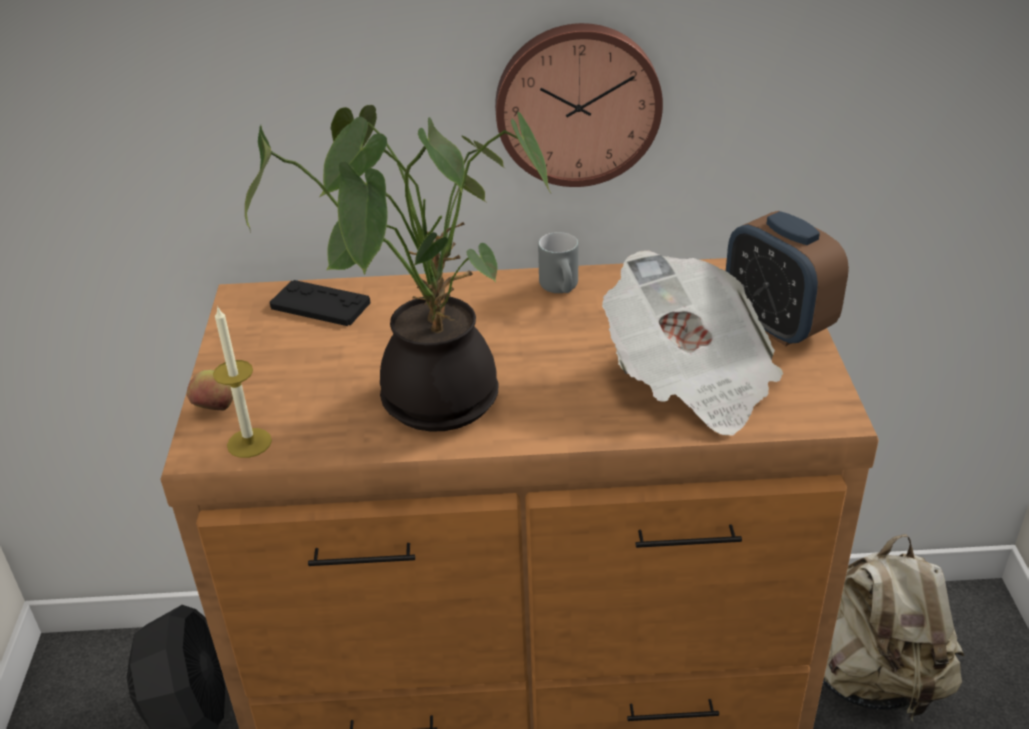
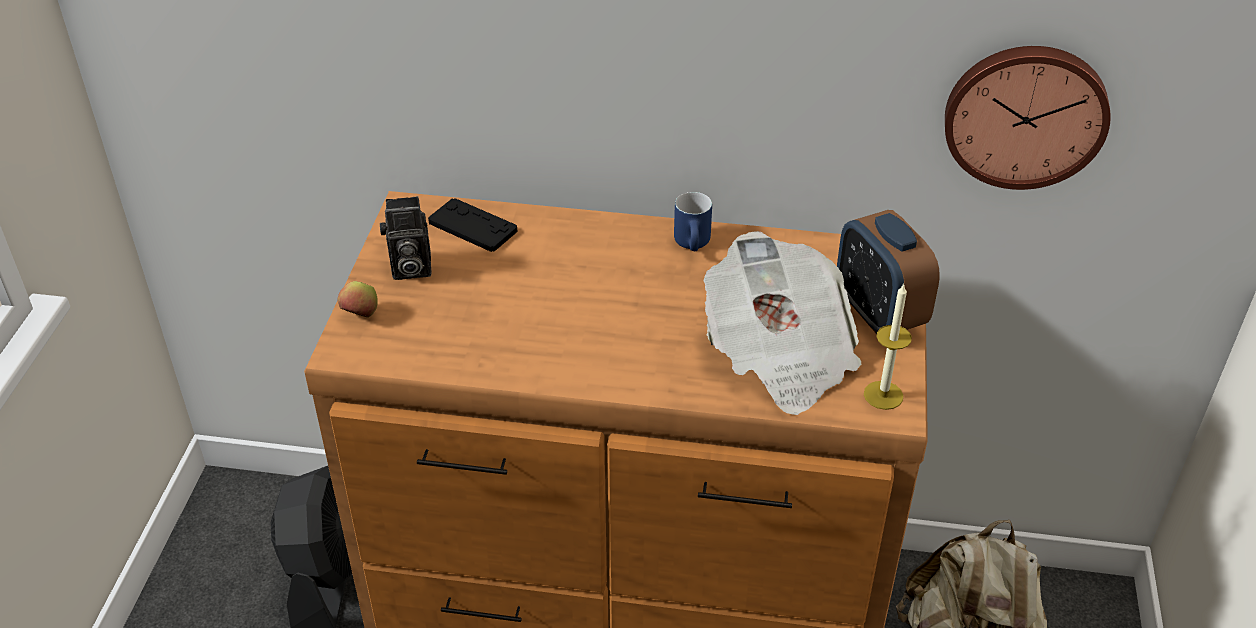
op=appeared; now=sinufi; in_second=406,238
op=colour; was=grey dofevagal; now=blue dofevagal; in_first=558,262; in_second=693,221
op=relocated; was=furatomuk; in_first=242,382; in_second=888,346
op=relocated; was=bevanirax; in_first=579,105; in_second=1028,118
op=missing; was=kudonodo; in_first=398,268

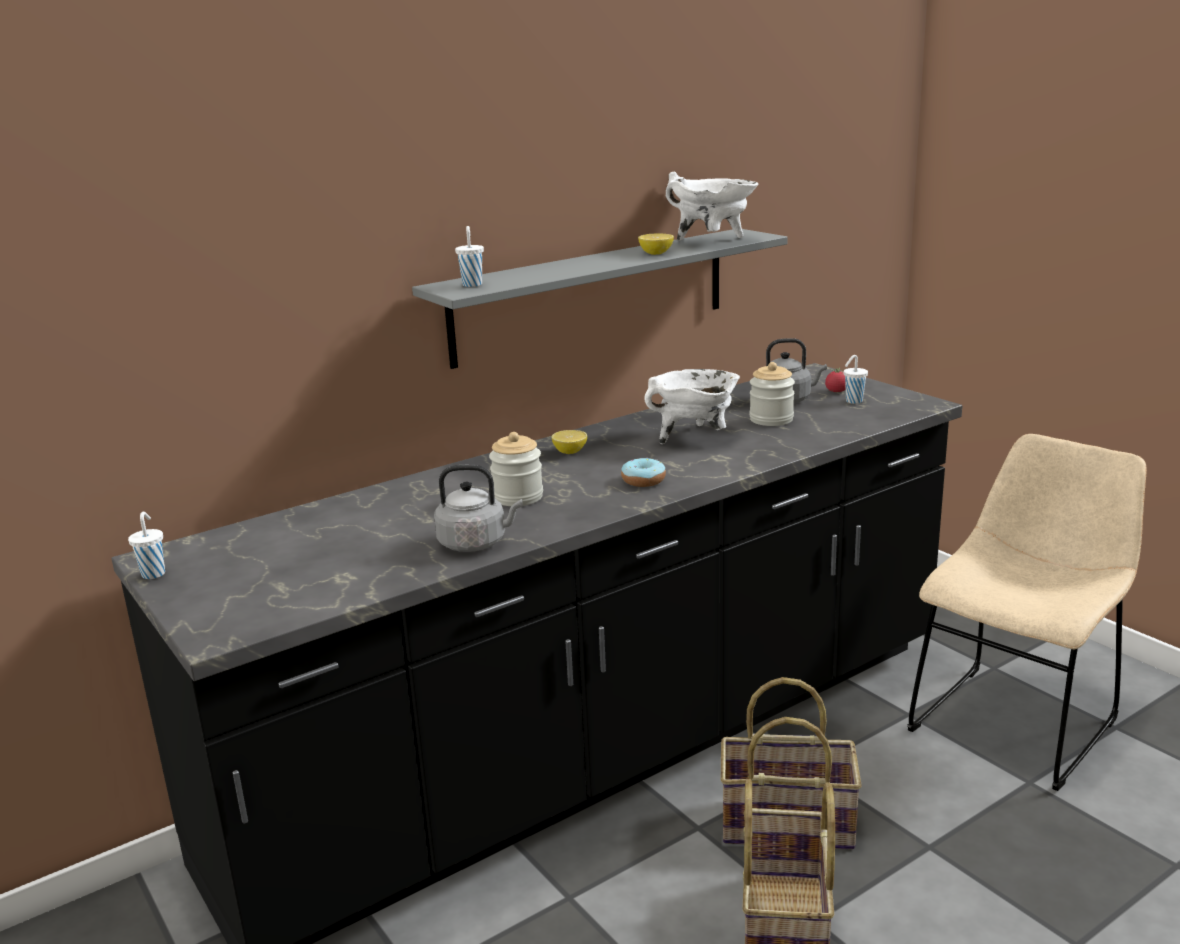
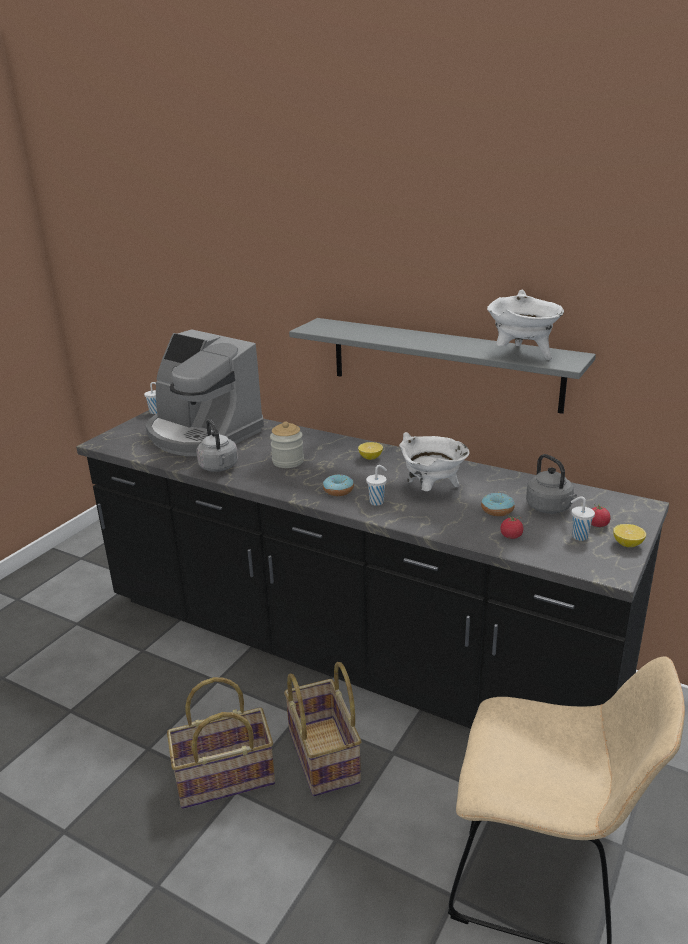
op=appeared; now=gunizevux; in_second=205,392
op=relocated; was=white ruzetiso; in_first=469,256; in_second=376,485
op=exchanged; was=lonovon; now=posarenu; in_first=772,394; in_second=498,504
op=appeared; now=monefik; in_second=511,527
op=relocated; was=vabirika; in_first=656,244; in_second=629,535

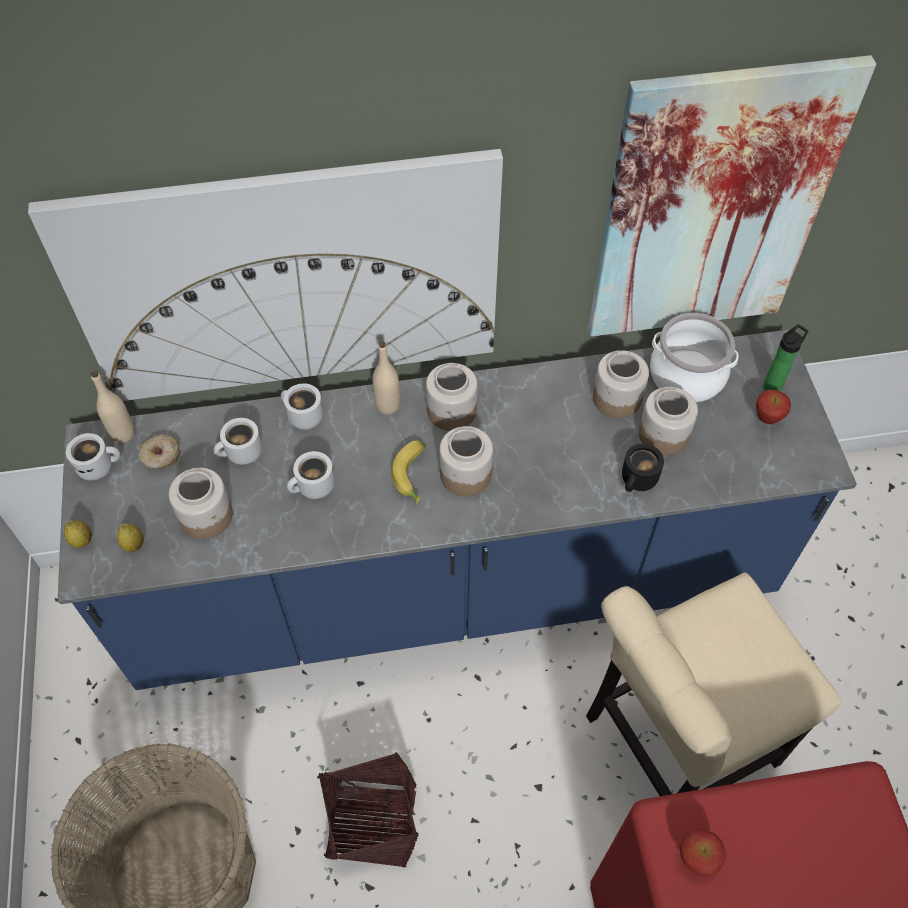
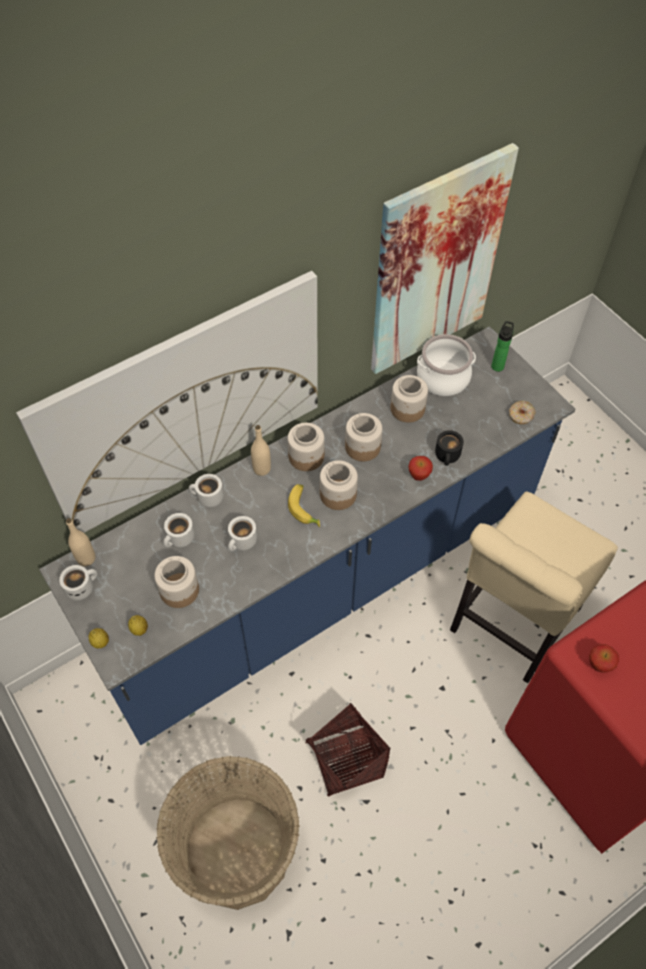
op=relocated; was=lonovon; in_first=668,421; in_second=364,437
op=relocated; was=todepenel; in_first=773,407; in_second=420,468
op=relocated; was=posarenu; in_first=159,452; in_second=522,412

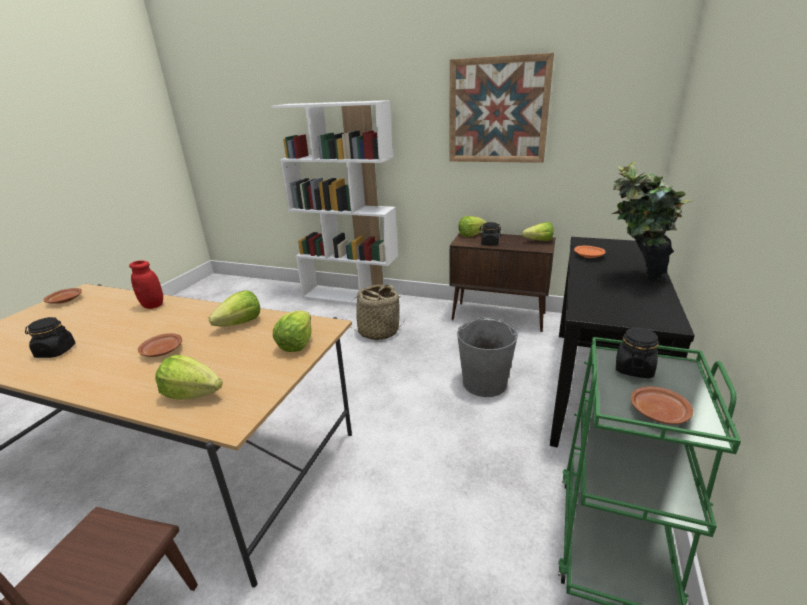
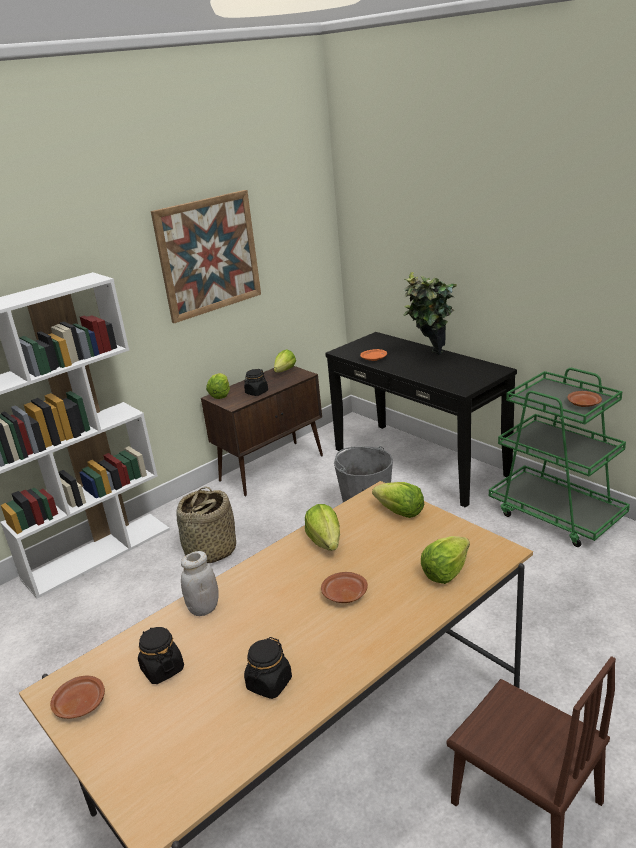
op=relocated; was=black lonovon; in_first=637,353; in_second=161,655
op=colour; was=red lonovon; now=white lonovon; in_first=146,284; in_second=200,583

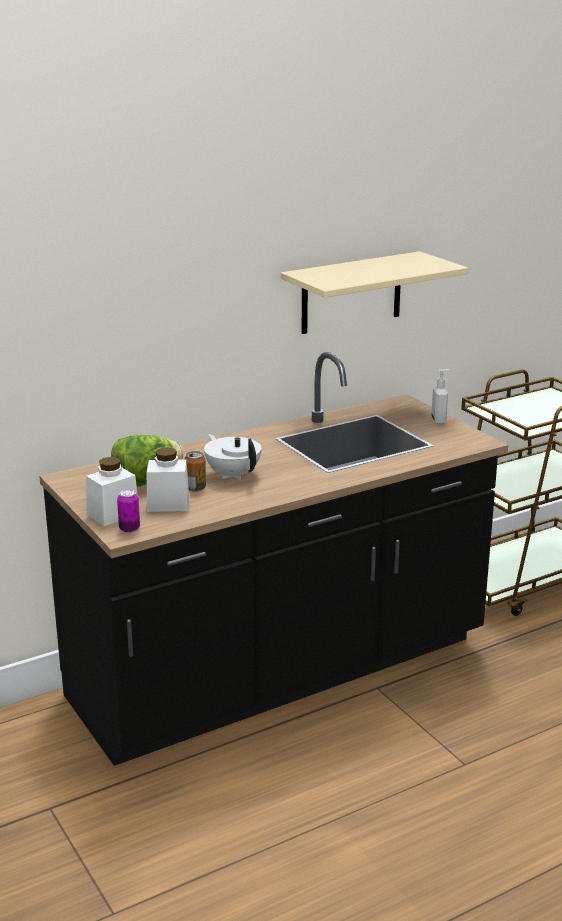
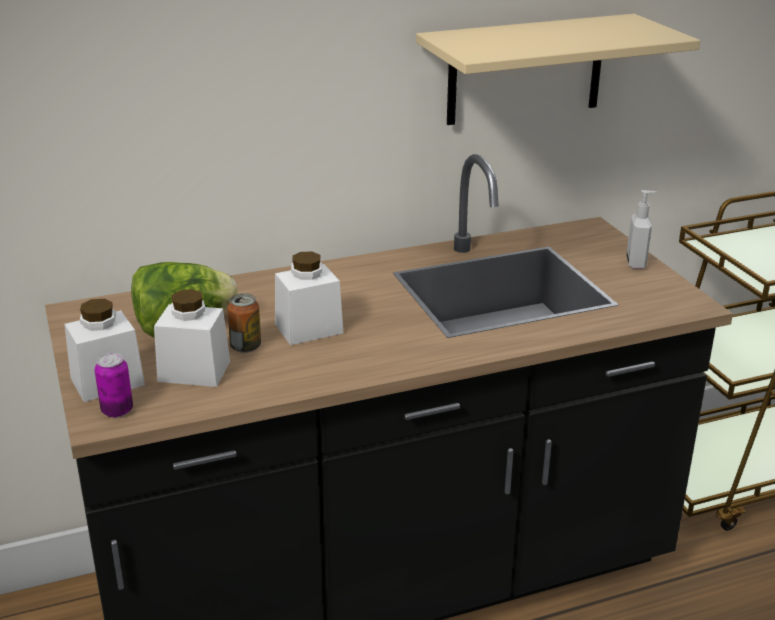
op=exchanged; was=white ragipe; now=white lonovon; in_first=233,457; in_second=309,298

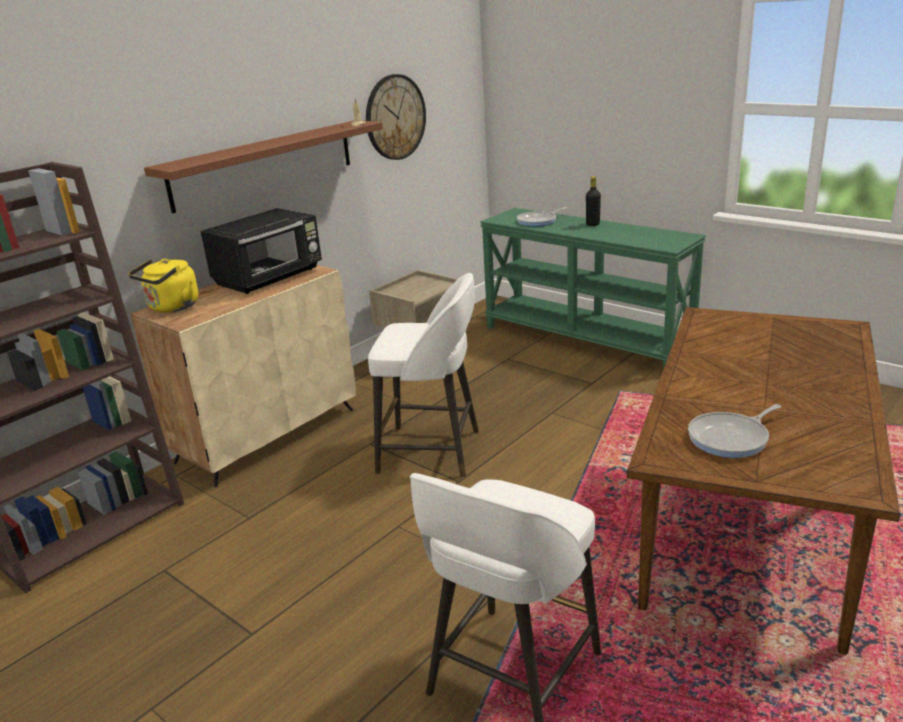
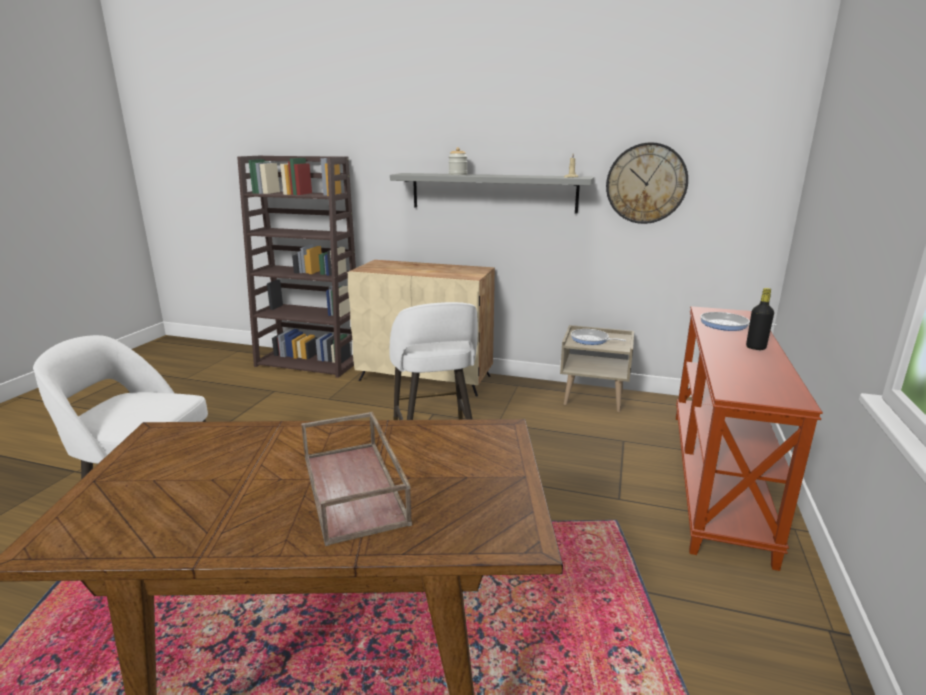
op=appeared; now=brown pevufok; in_second=356,479
op=colour; was=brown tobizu; now=grey tobizu; in_first=263,167; in_second=492,193
op=appeared; now=lonovon; in_second=458,161
op=relocated; was=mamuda; in_first=734,431; in_second=599,337
op=colour; was=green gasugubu; now=brown gasugubu; in_first=593,288; in_second=749,438
op=missing; was=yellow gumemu; in_first=163,286
op=missing; was=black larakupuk; in_first=261,251

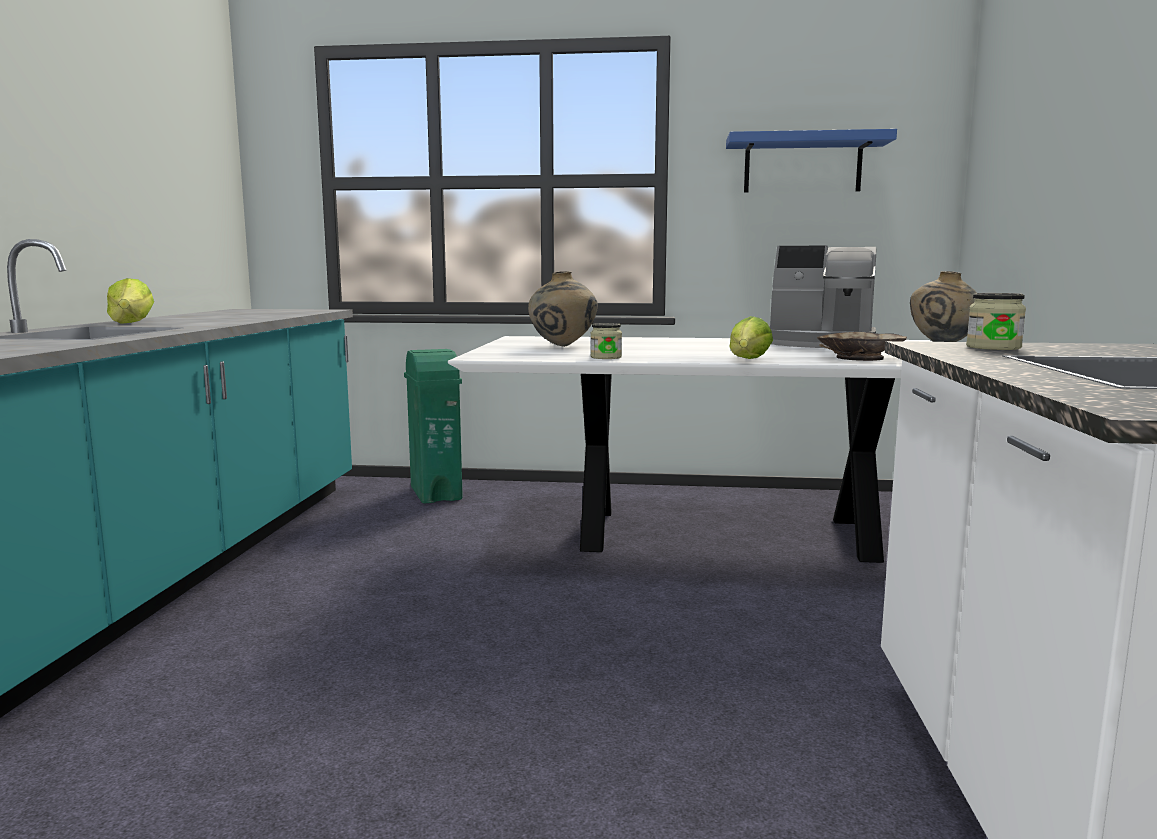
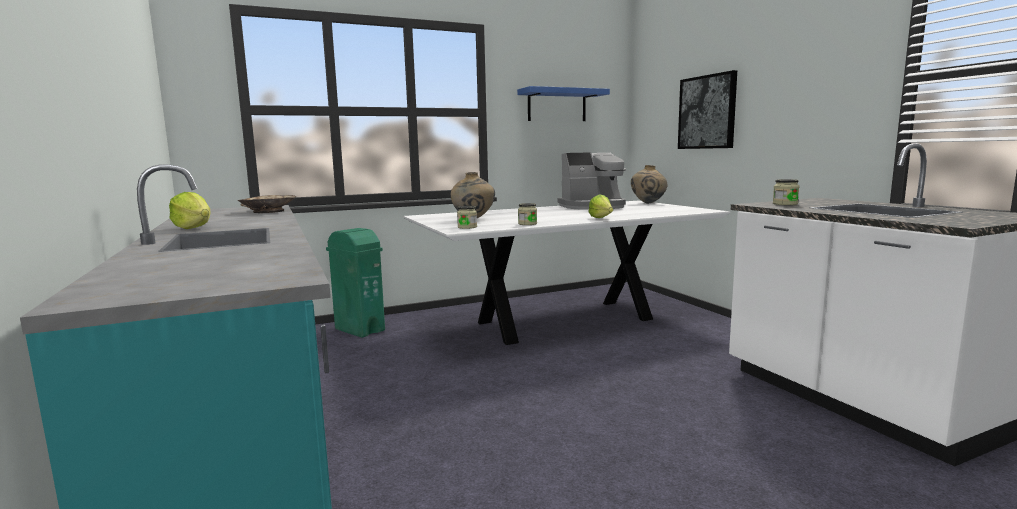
op=relocated; was=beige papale; in_first=862,346; in_second=267,204
op=appeared; now=lonovon; in_second=467,217
op=appeared; now=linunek; in_second=707,109

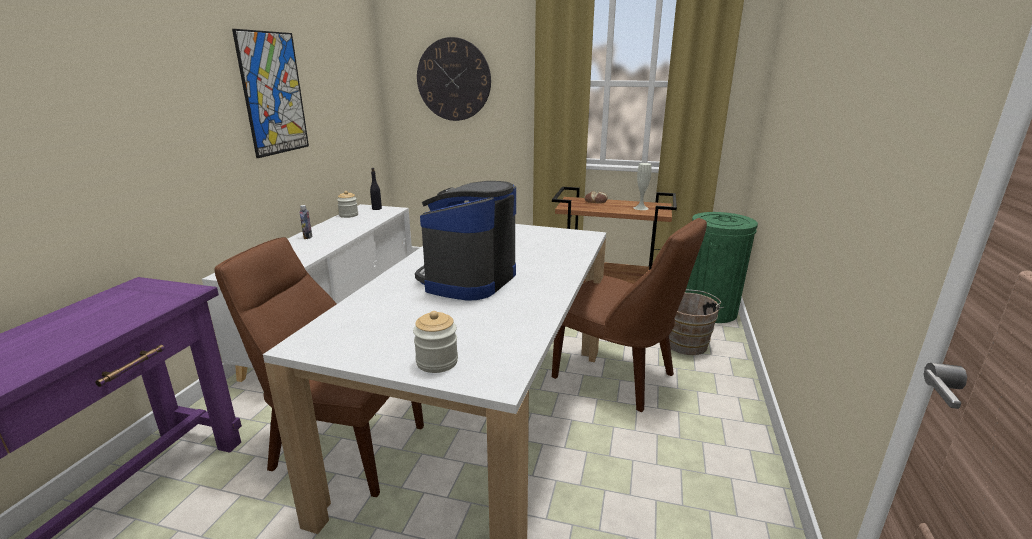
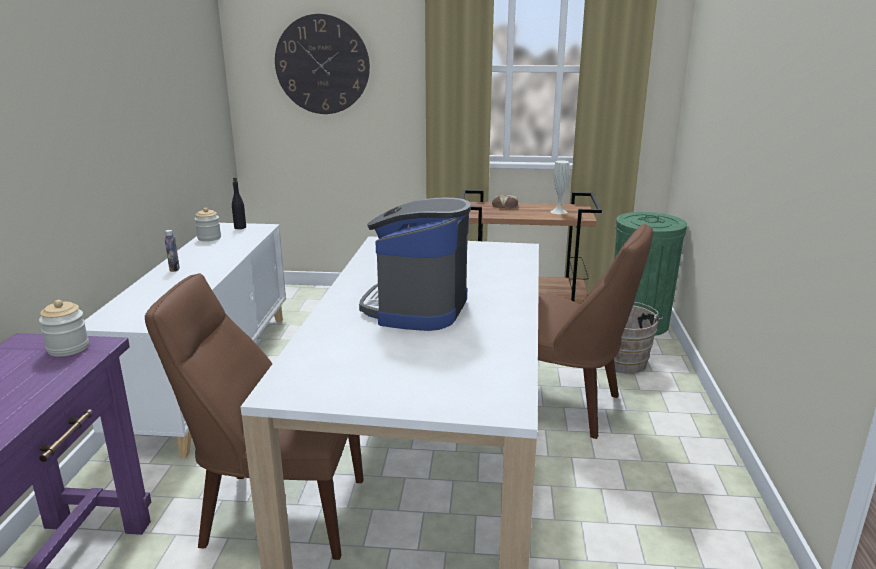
op=relocated; was=lonovon; in_first=435,342; in_second=64,328
op=missing; was=linunek; in_first=270,93

